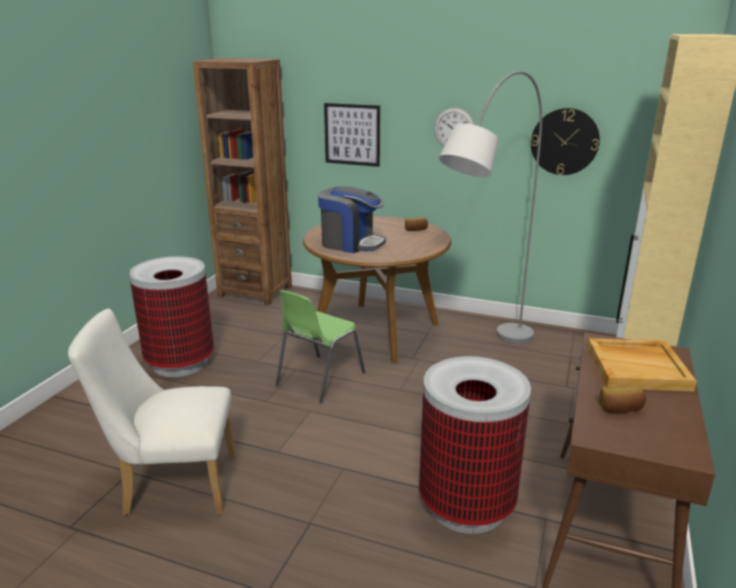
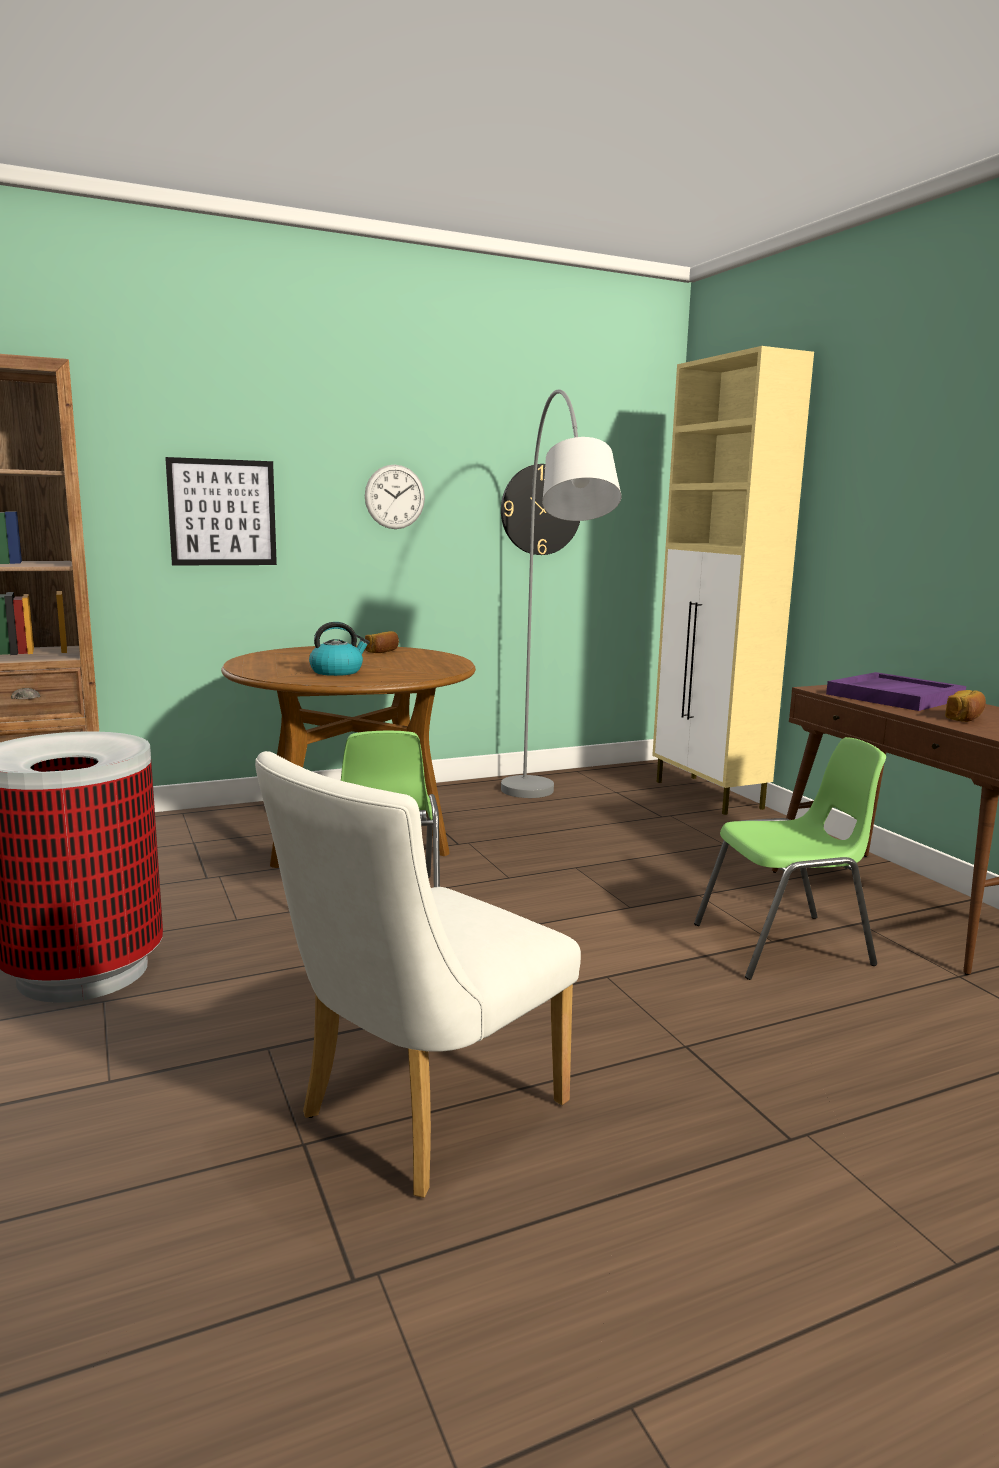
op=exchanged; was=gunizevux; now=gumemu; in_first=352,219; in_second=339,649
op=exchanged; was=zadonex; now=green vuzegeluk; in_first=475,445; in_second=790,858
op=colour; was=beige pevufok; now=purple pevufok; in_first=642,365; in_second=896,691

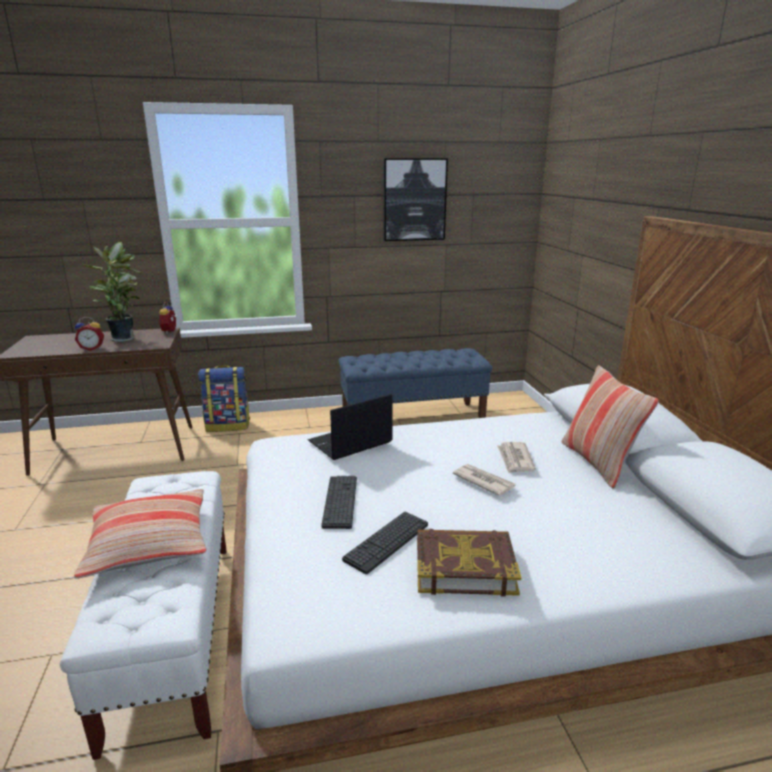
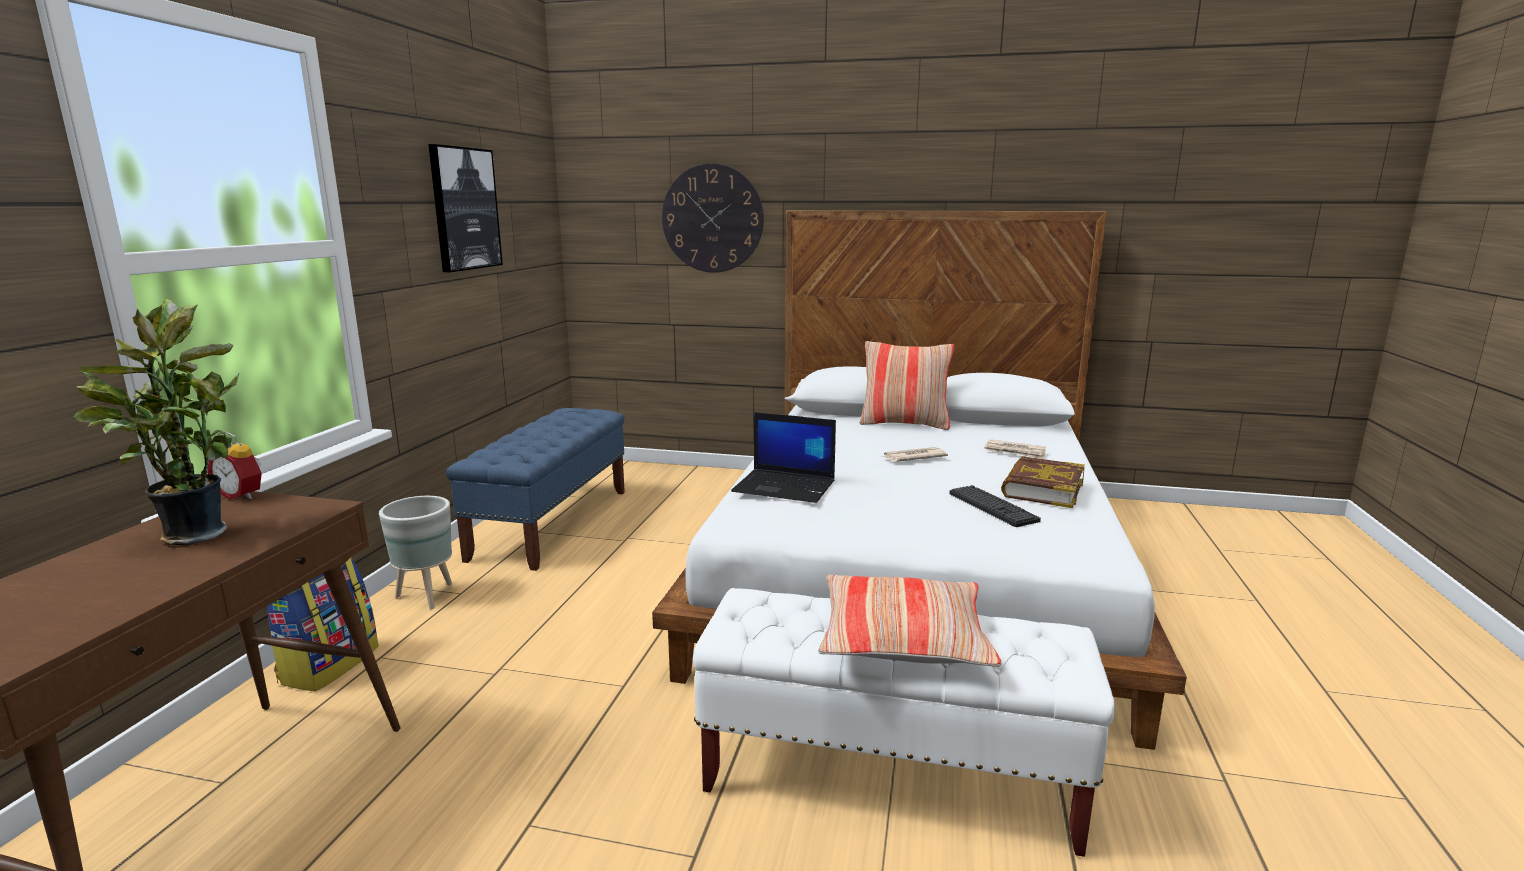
op=appeared; now=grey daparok; in_second=415,552
op=appeared; now=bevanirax; in_second=713,218
op=spun; was=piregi; in_first=350,427; in_second=783,457; clockwise=-60
op=relocated; was=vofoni; in_first=516,458; in_second=1015,449
op=missing; was=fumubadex; in_first=89,334
op=missing; was=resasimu; in_first=339,502

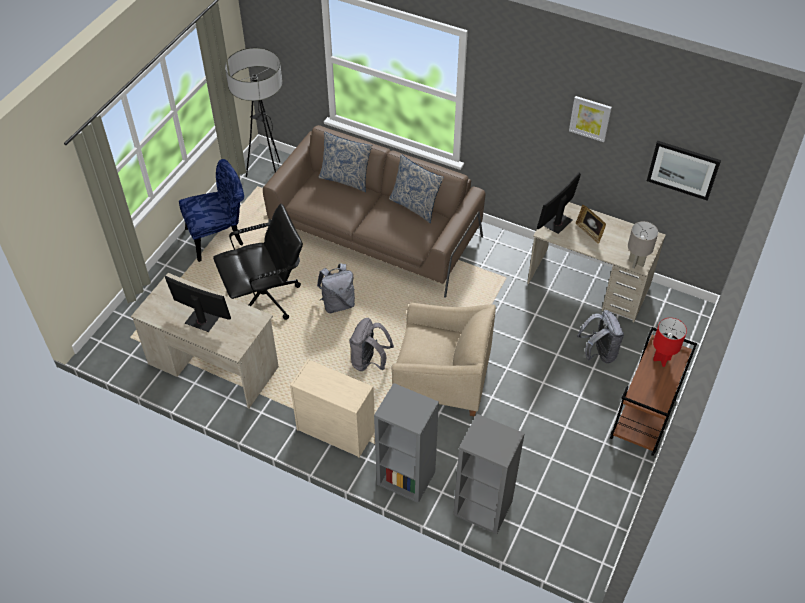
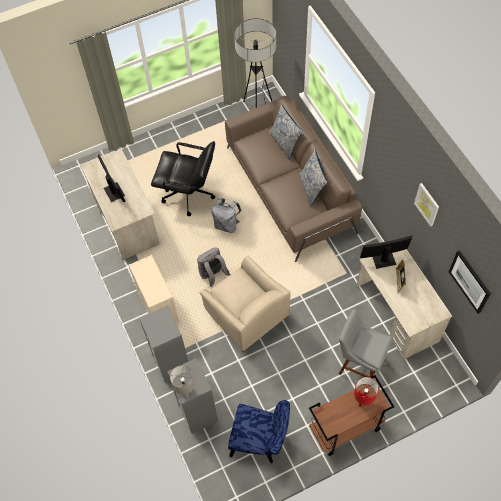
op=relocated; was=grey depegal; in_first=643,244; in_second=182,381
op=relocated; was=blue vuzegeluk; in_first=211,210; in_second=259,431
op=exchanged; was=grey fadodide; now=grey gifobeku; in_first=600,336; in_second=365,343

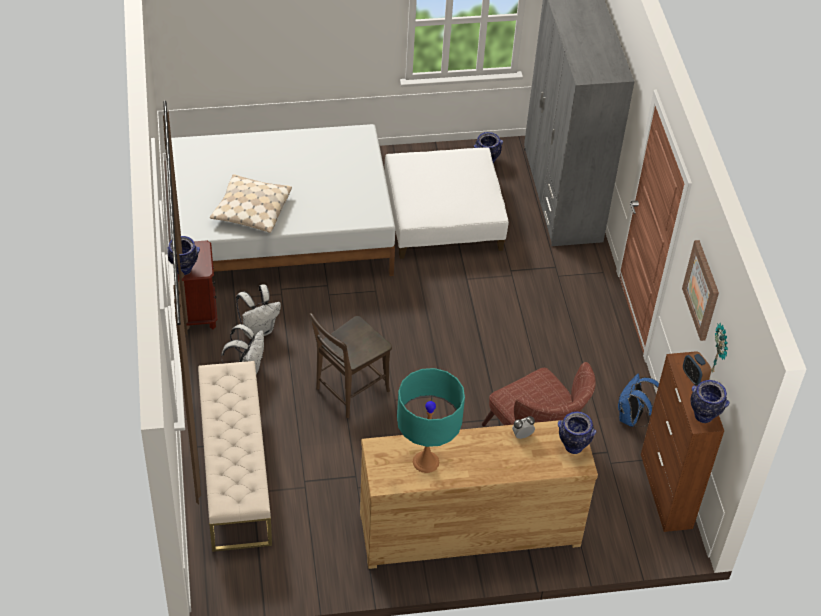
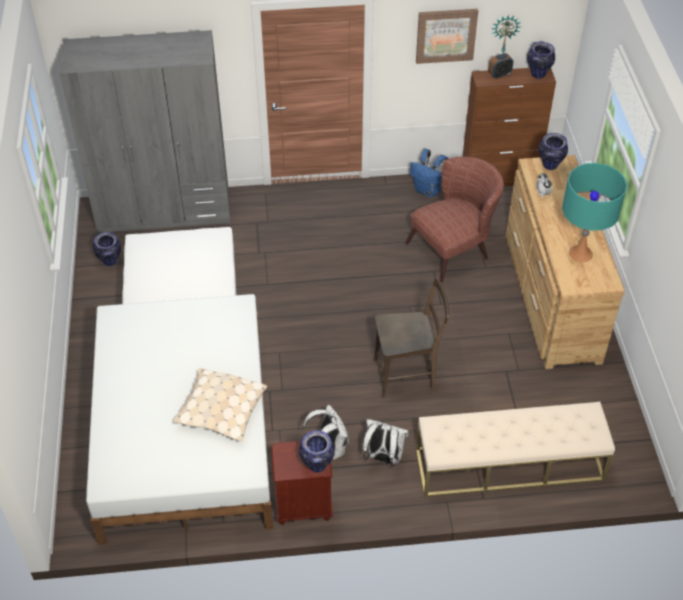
op=spun; was=brown vuzegeluk; in_first=350,365; in_second=411,337; clockwise=-60

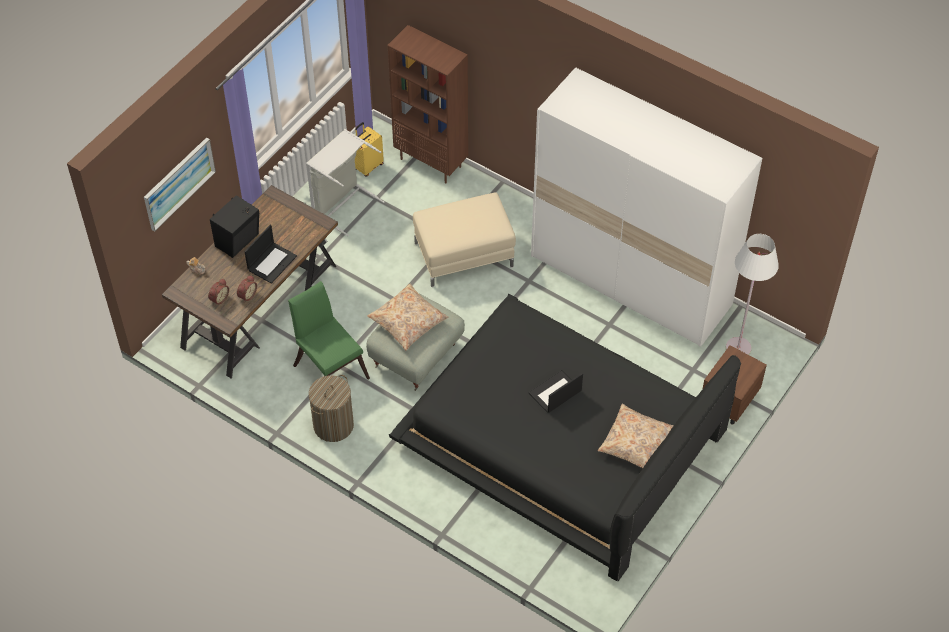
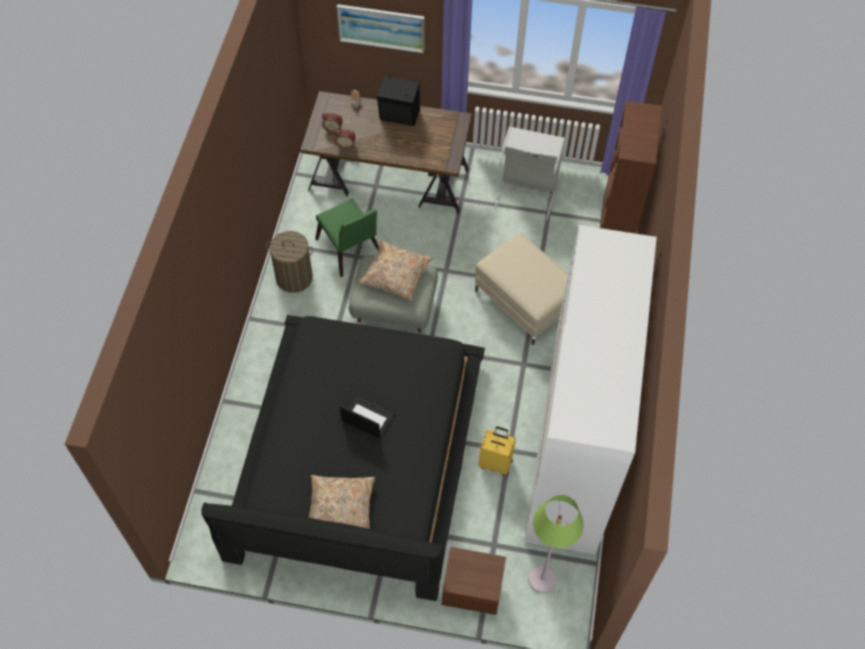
op=spun; was=green vuzegeluk; in_first=329,330; in_second=347,238; clockwise=120
op=relocated; was=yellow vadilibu; in_first=369,149; in_second=497,451
op=colour; was=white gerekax; now=green gerekax; in_first=752,294; in_second=556,544
op=missing; was=piregi; in_first=271,254

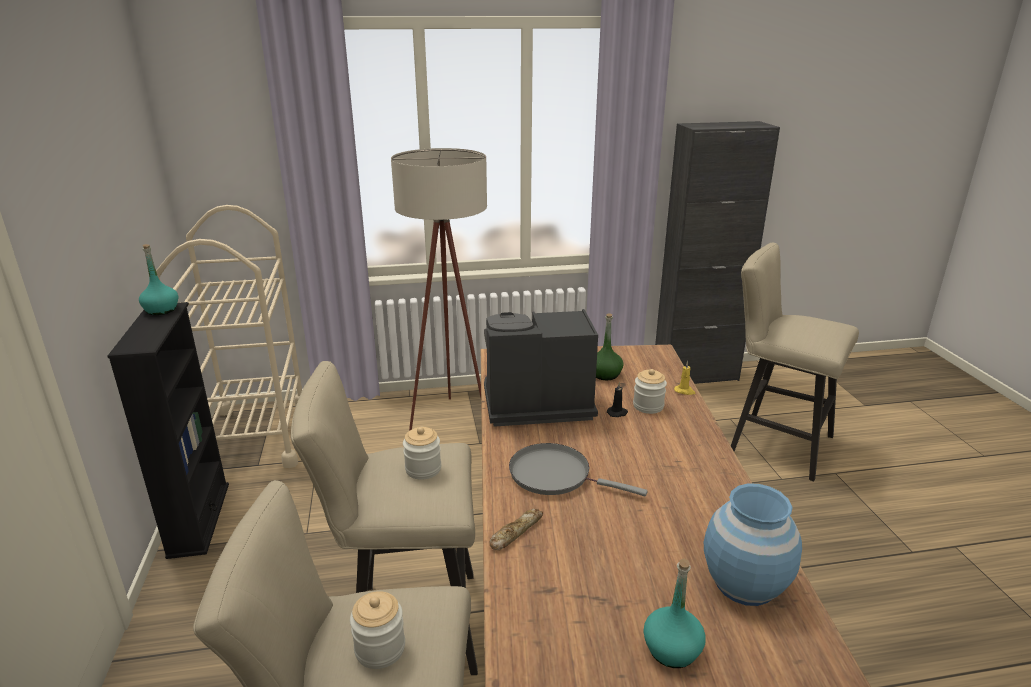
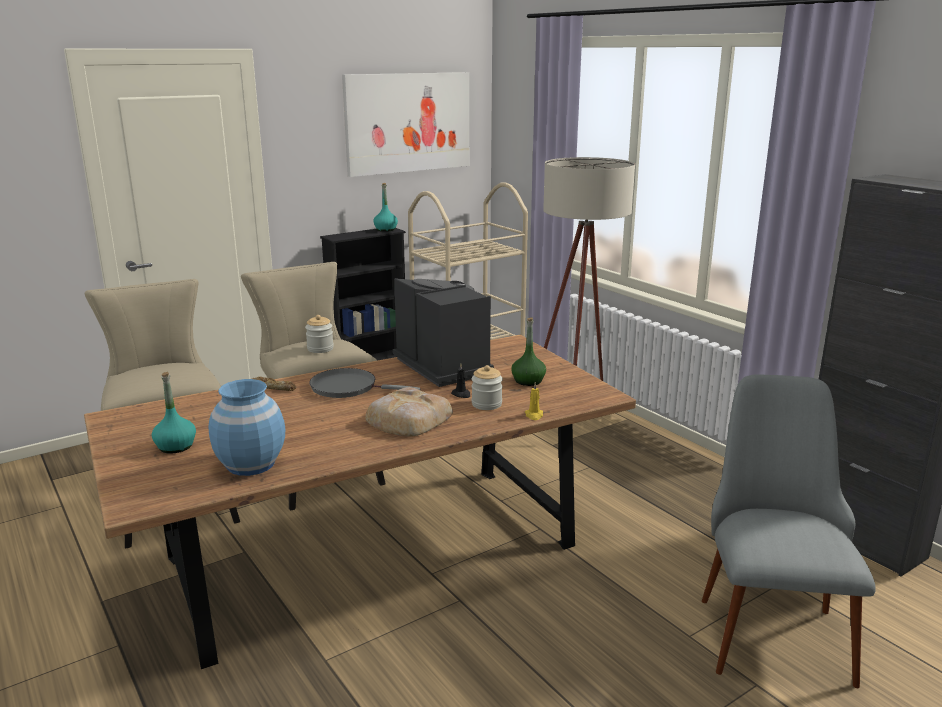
op=spun; was=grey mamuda; in_first=578,469; in_second=365,383; clockwise=-75
op=appeared; now=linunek; in_second=405,124
op=appeared; now=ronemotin; in_second=409,411
op=exchanged; was=beige gifobeku; now=grey vuzegeluk; in_first=795,361; in_second=789,531
op=missing; was=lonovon; in_first=377,630

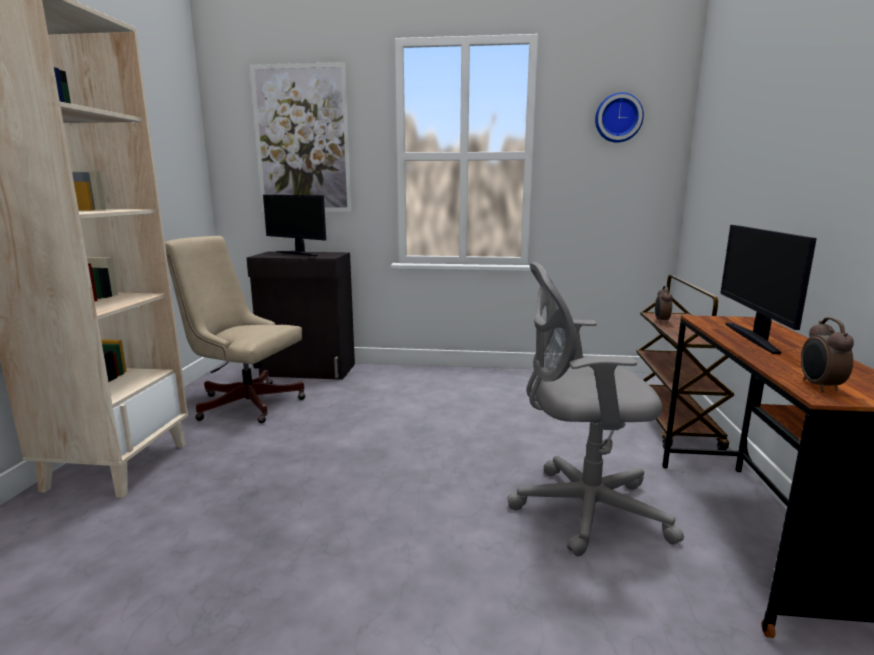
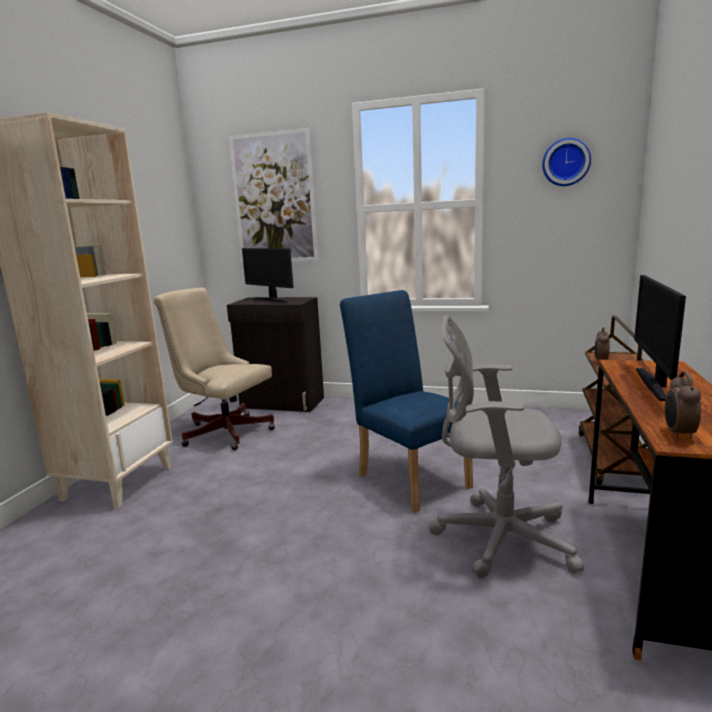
op=appeared; now=blue vuzegeluk; in_second=406,401

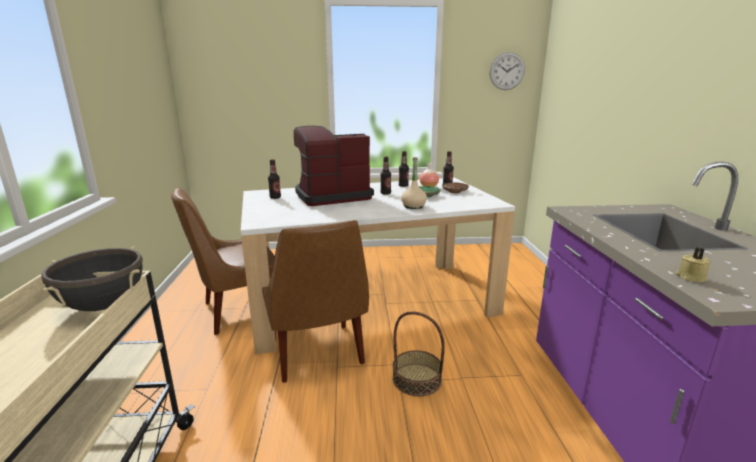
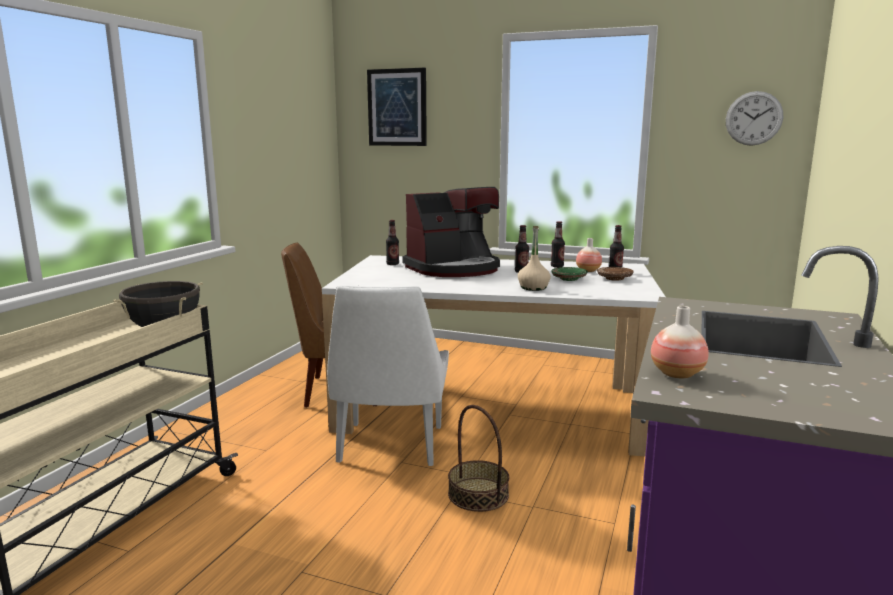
op=colour; was=brown vuzegeluk; now=white vuzegeluk; in_first=315,301; in_second=388,375
op=appeared; now=linunek; in_second=397,107
op=spun; was=gunizevux; in_first=334,166; in_second=451,232; clockwise=150
op=exchanged; was=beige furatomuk; now=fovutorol; in_first=693,264; in_second=680,342

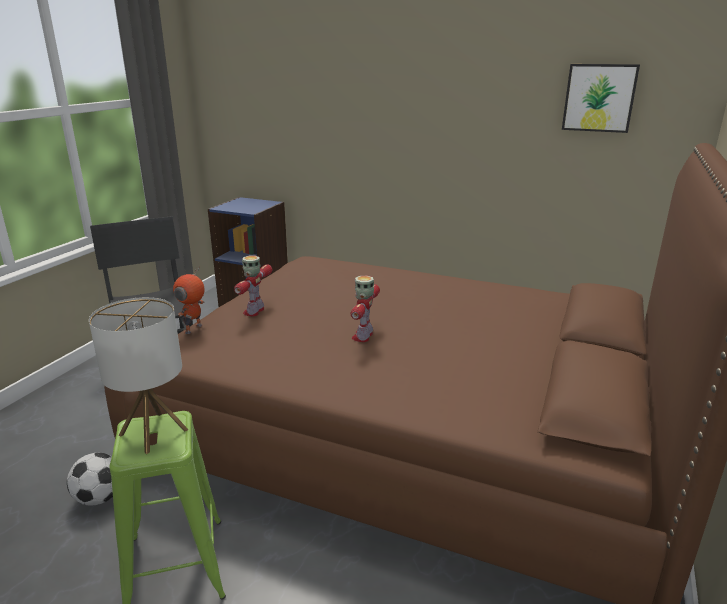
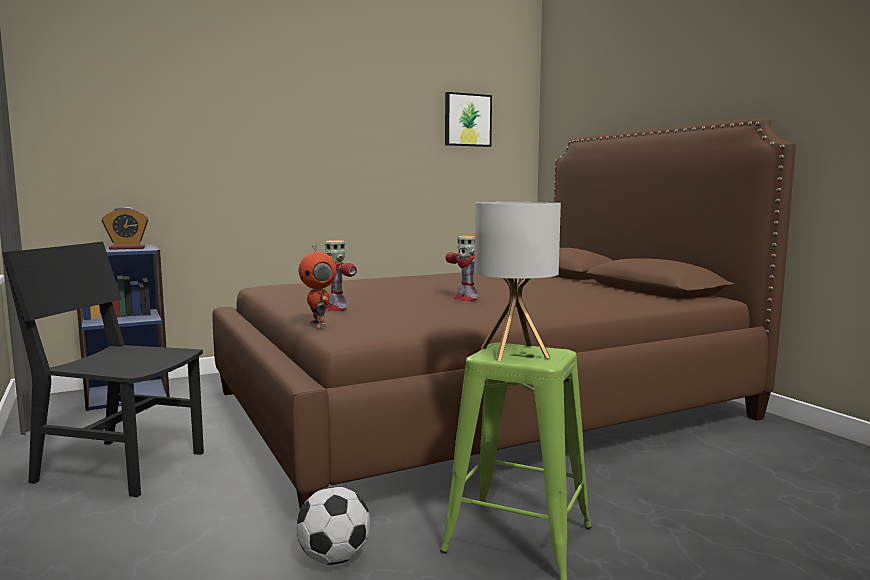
op=appeared; now=fumubadex; in_second=125,228

